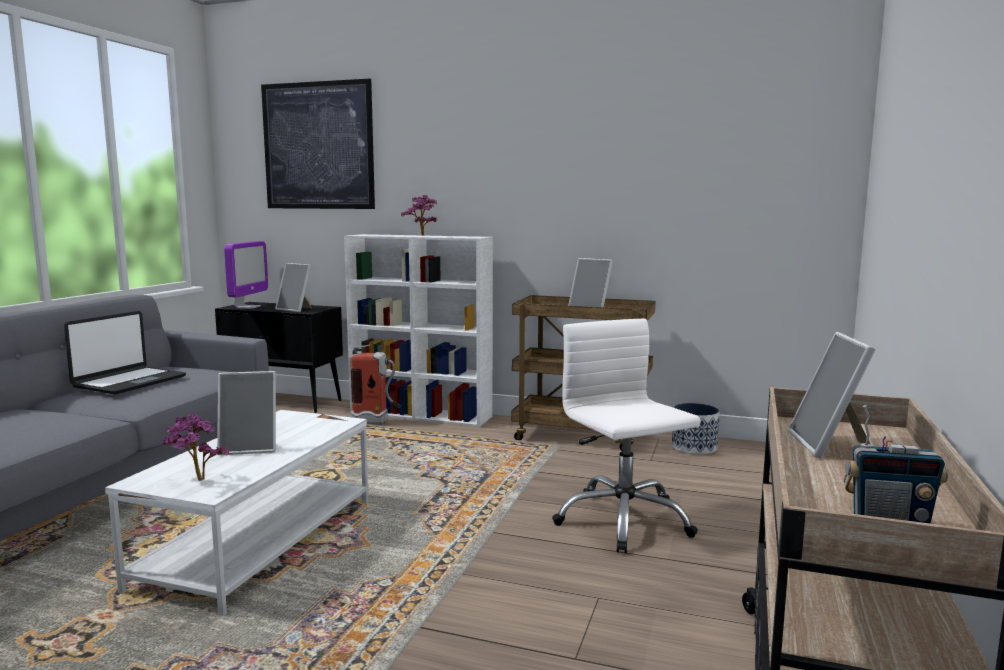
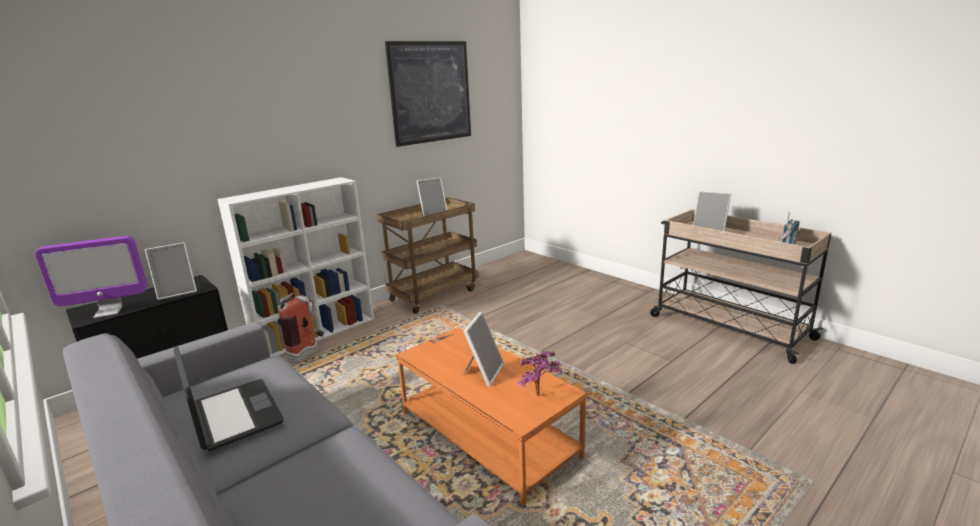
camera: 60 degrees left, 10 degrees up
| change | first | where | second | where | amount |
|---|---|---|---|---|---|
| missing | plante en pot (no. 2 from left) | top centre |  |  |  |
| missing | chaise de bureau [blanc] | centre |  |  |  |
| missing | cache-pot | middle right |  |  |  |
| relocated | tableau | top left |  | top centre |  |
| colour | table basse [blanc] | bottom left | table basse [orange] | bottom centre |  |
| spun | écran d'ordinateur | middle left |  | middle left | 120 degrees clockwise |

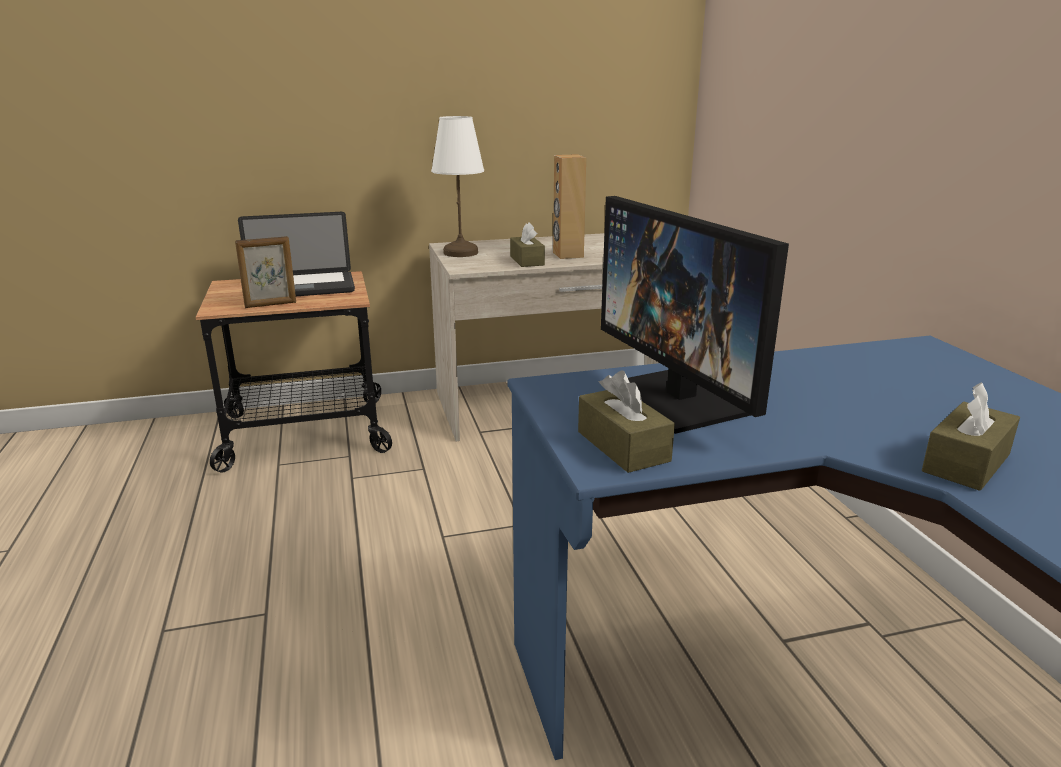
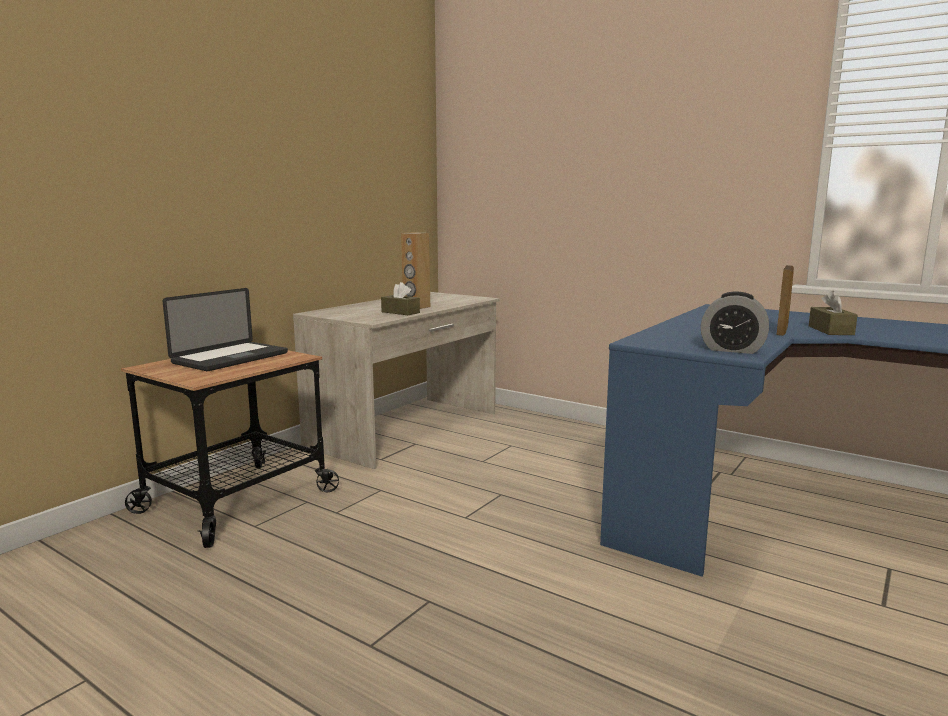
camera: 40 degrees left, 10 degrees down
| change | first | where | second | where | amount |
|---|---|---|---|---|---|
| missing | lampe de table [blanc] | top centre |  |  |  |
| missing | écran d'ordinateur | centre |  |  |  |
| relocated | cadre photo | middle left |  | middle right |  |
| exchanged | boîte à mouchoirs [marron] (no. 2 from left) | centre | réveil | middle right |  |

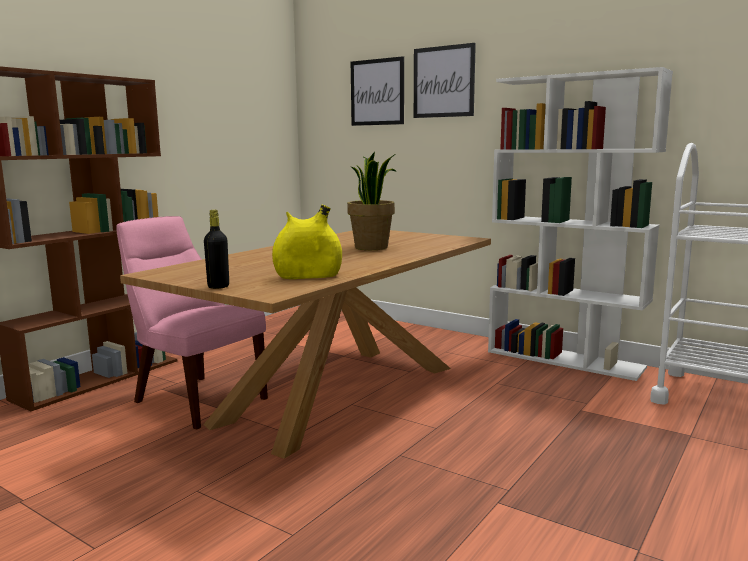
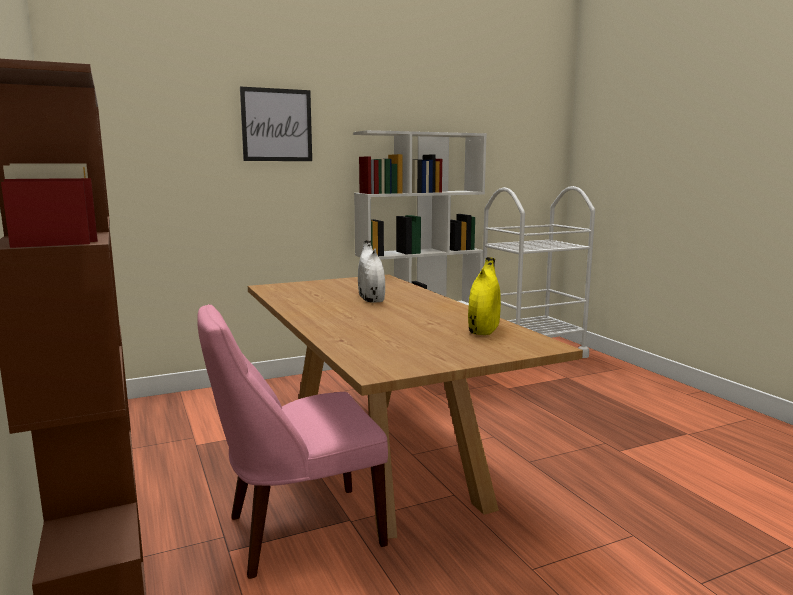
camera: 60 degrees left, 0 degrees up
| change | first | where | second | where | amount |
|---|---|---|---|---|---|
| missing | bouteille [noir] | middle left |  |  |  |
| missing | tableau (no. 1 from left) | top centre |  |  |  |
| exchanged | plante en pot | centre | vase [blanc] | centre |  |

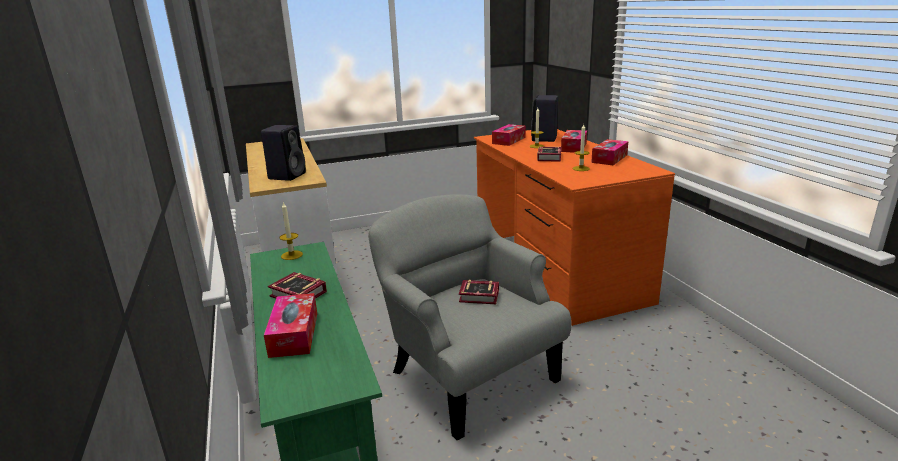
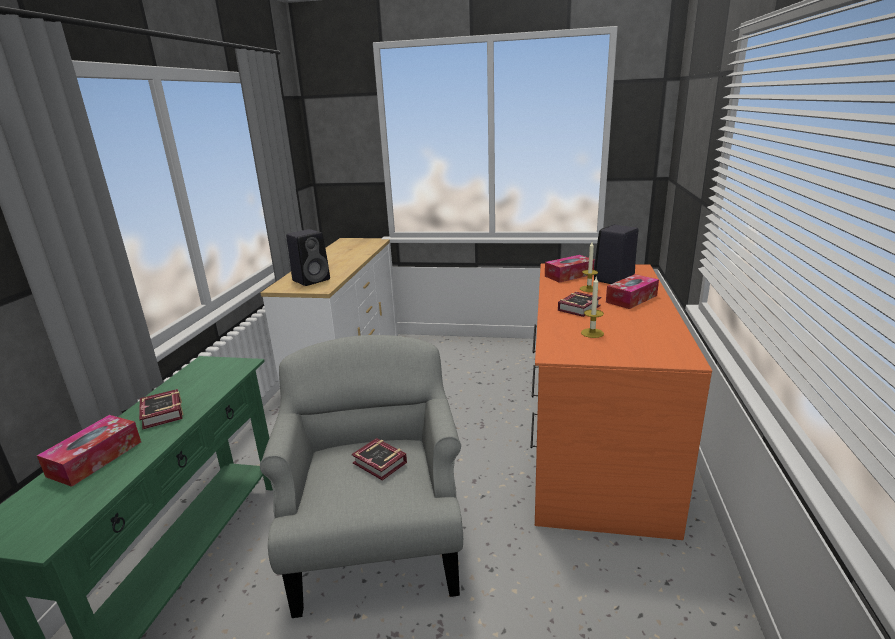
camera: 30 degrees right, 0 degrees up
| change | first | where | second | where | amount |
|---|---|---|---|---|---|
| missing | bougie (no. 1 from left) | middle left |  |  |  |
| missing | boîte à mouchoirs (no. 4 from left) | top right |  |  |  |

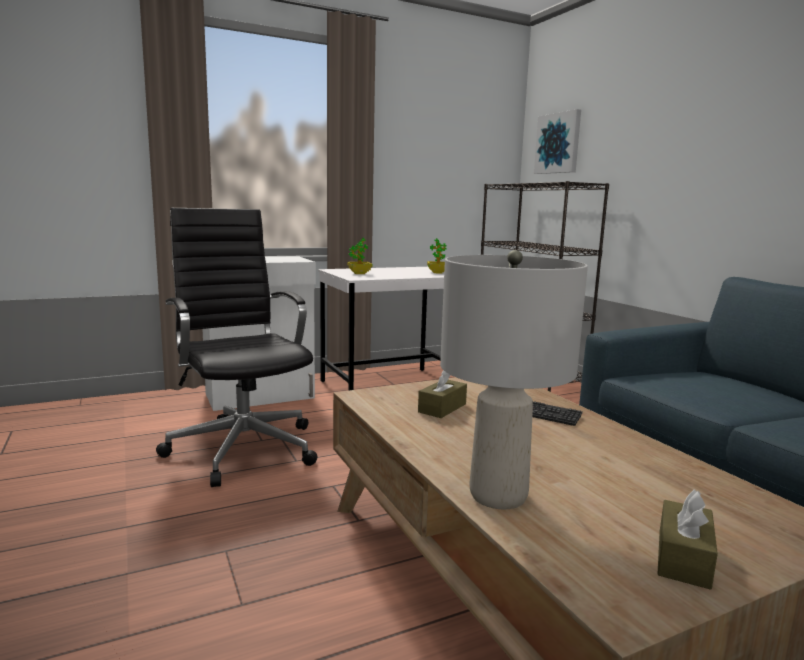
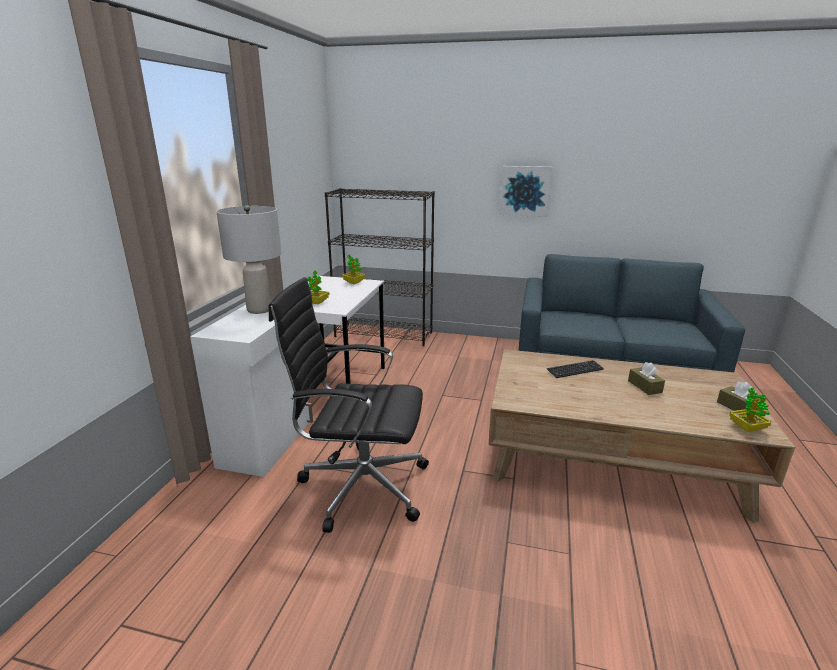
camera: 50 degrees left, 10 degrees up
| change | first | where | second | where | amount |
|---|---|---|---|---|---|
| appeared |  |  | plante en pot (no. 3 from left) | middle right |  |
| relocated | boîte à mouchoirs [marron] (no. 1 from left) | centre |  | middle right |  |
| relocated | lampe de table [gris] | centre |  | middle left |  |
| relocated | tableau | top right |  | top centre |  |

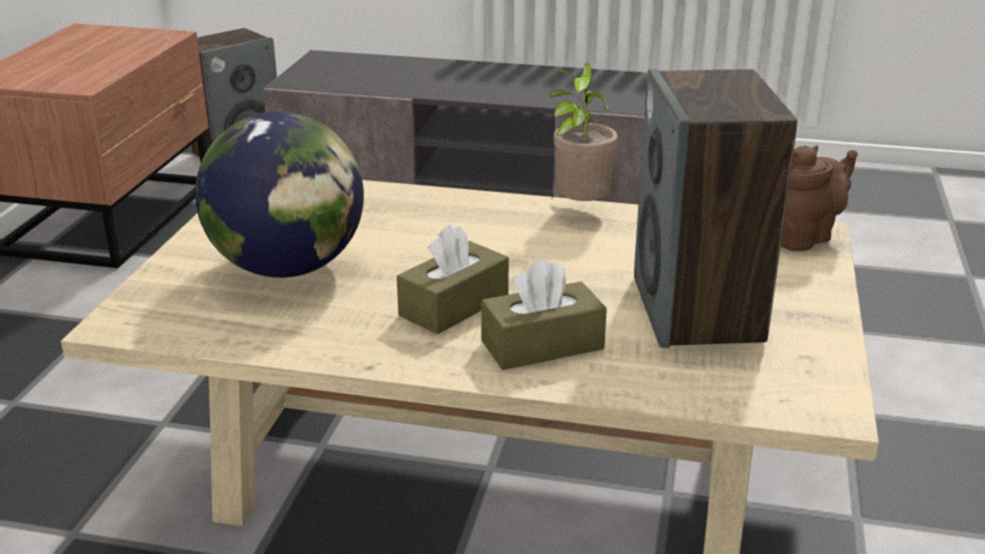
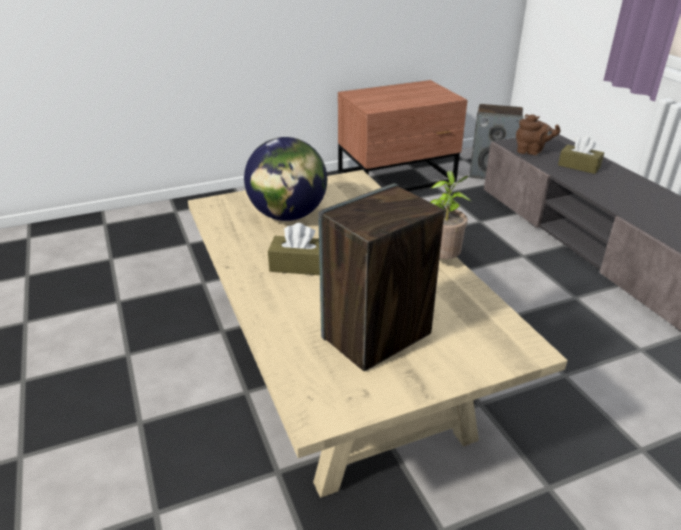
camera: 55 degrees right, 5 degrees up
| change | first | where | second | where | amount |
|---|---|---|---|---|---|
| relocated | boîte à mouchoirs [marron] (no. 2 from left) | centre |  | top right |  |
| relocated | théière [marron] | middle right |  | top right |  |

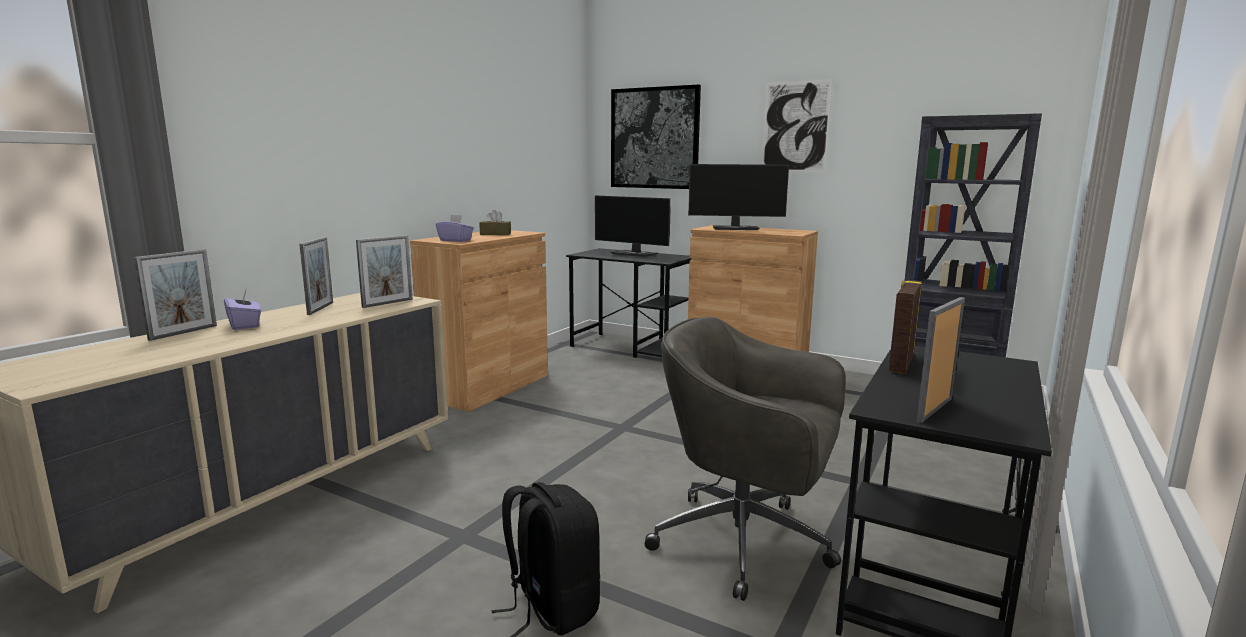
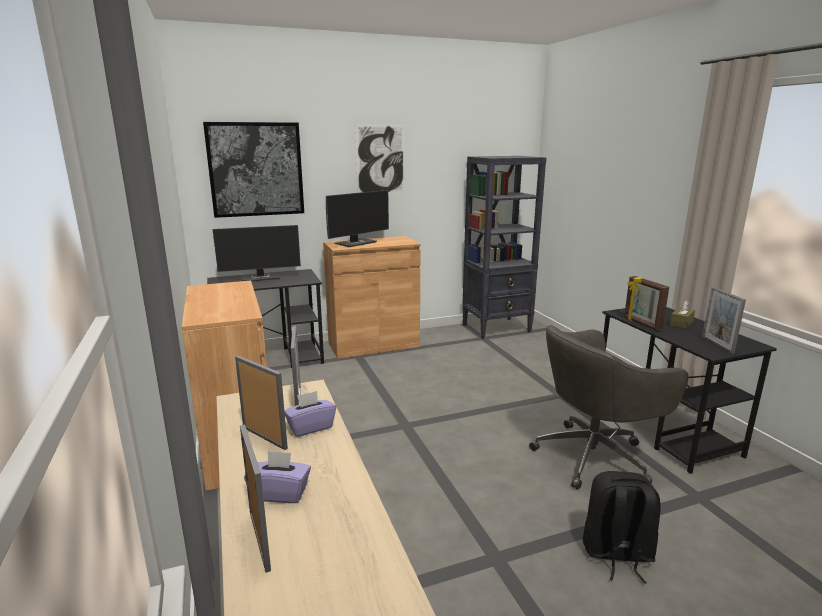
camera: 50 degrees left, 5 degrees up
| change | first | where | second | where | amount |
|---|---|---|---|---|---|
| relocated | boîte à mouchoirs [violet] (no. 2 from left) | centre |  | bottom centre |  |
| relocated | boîte à mouchoirs [marron] | centre |  | middle right |  |

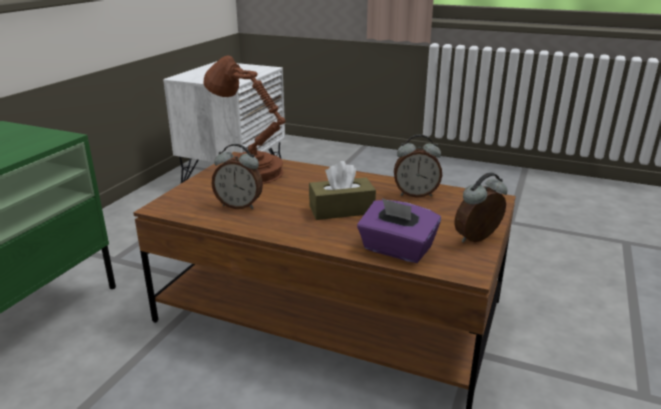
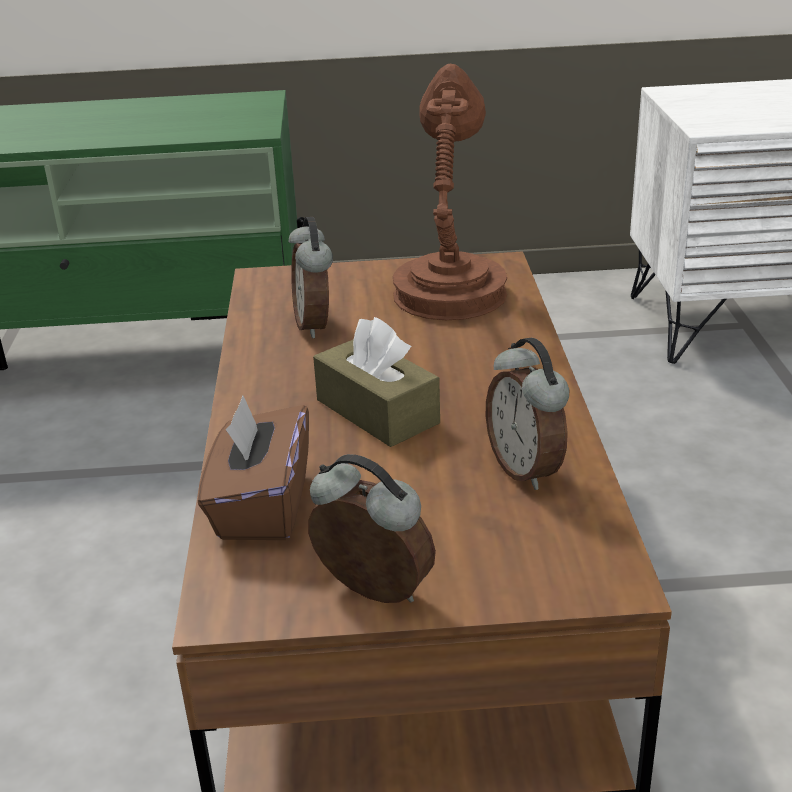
camera: 65 degrees right, 5 degrees up
| change | first | where | second | where | amount |
|---|---|---|---|---|---|
| colour | boîte à mouchoirs [violet] | centre | boîte à mouchoirs [marron] (no. 1 from left) | middle left |  |

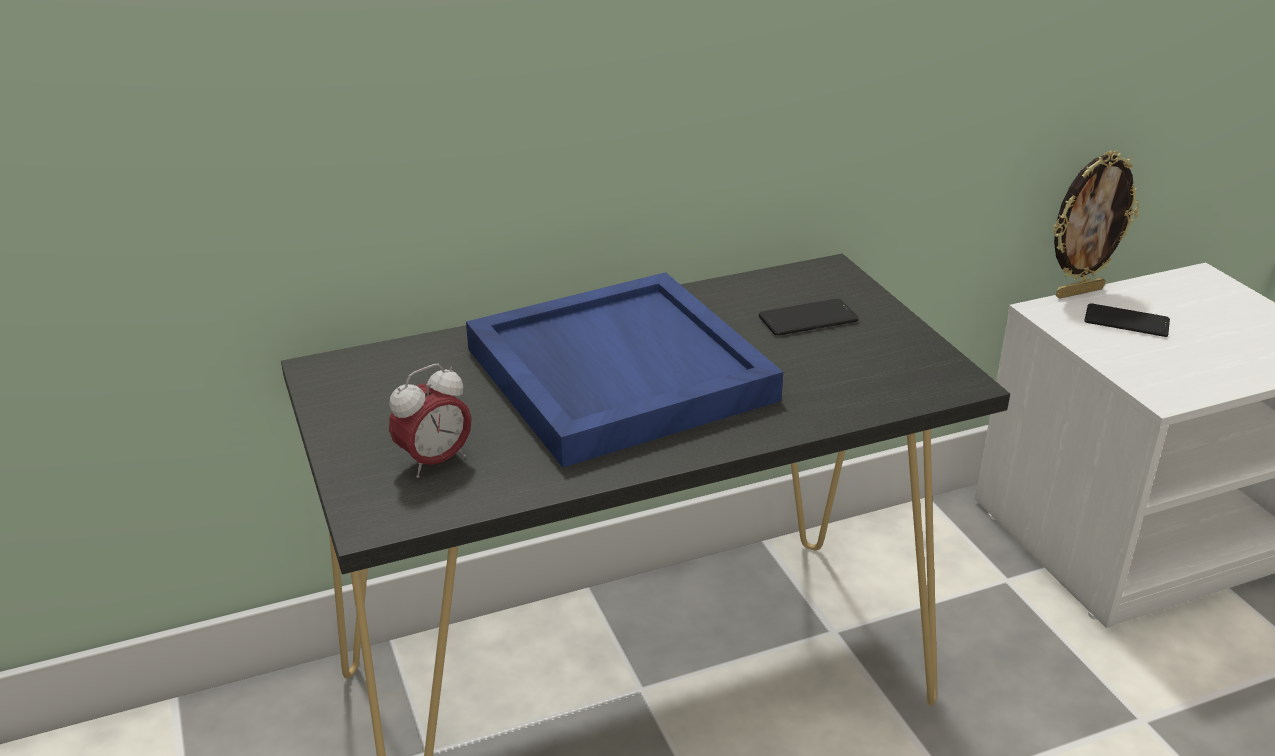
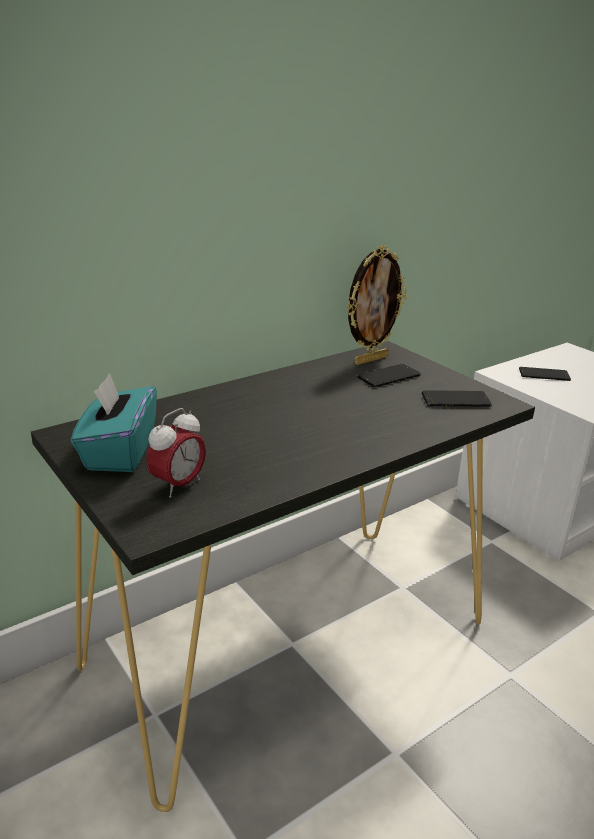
camera: 15 degrees left, 5 degrees down
| change | first | where | second | where | amount |
|---|---|---|---|---|---|
| missing | plateau [bleu] | centre |  |  |  |
| appeared |  |  | boîte à mouchoirs [turquoise] | middle left |  |
| appeared |  |  | téléphone (no. 2 from left) | middle right |  |
| relocated | cadre photo | top right |  | centre |  |

